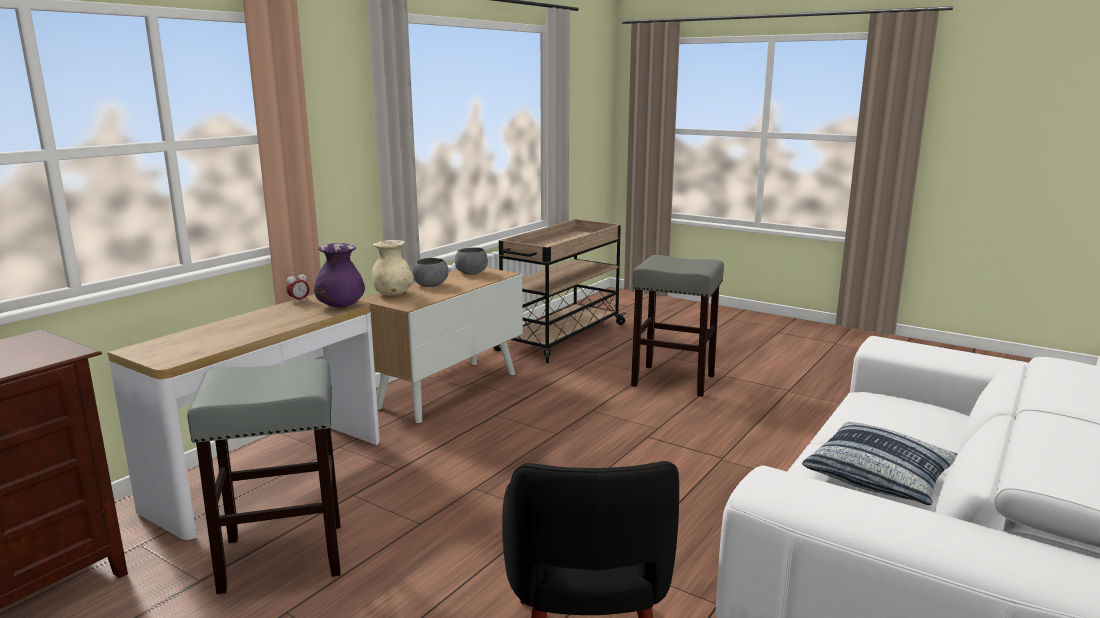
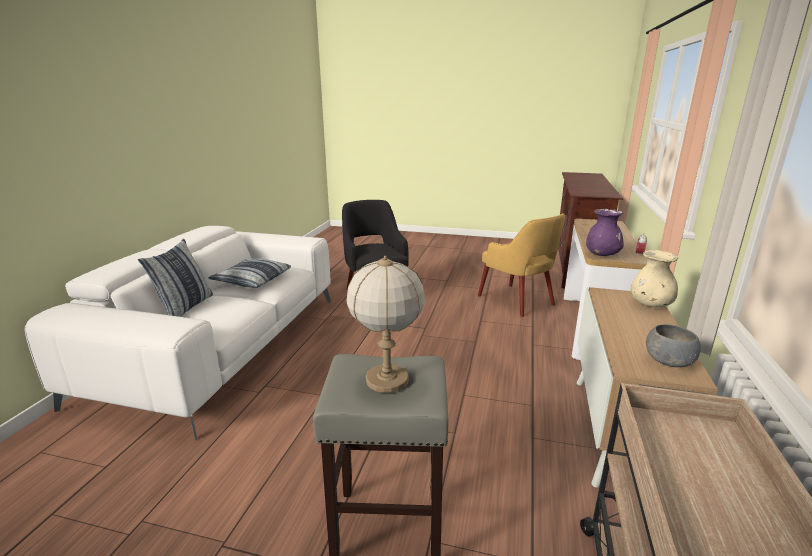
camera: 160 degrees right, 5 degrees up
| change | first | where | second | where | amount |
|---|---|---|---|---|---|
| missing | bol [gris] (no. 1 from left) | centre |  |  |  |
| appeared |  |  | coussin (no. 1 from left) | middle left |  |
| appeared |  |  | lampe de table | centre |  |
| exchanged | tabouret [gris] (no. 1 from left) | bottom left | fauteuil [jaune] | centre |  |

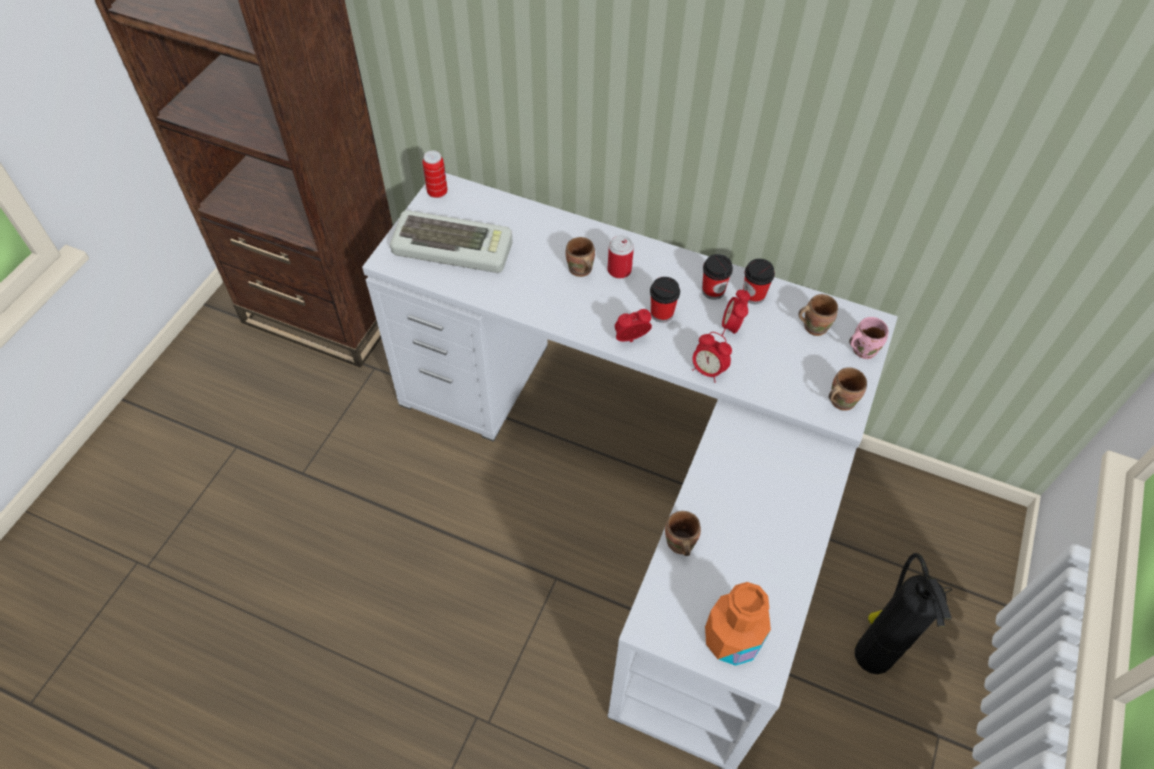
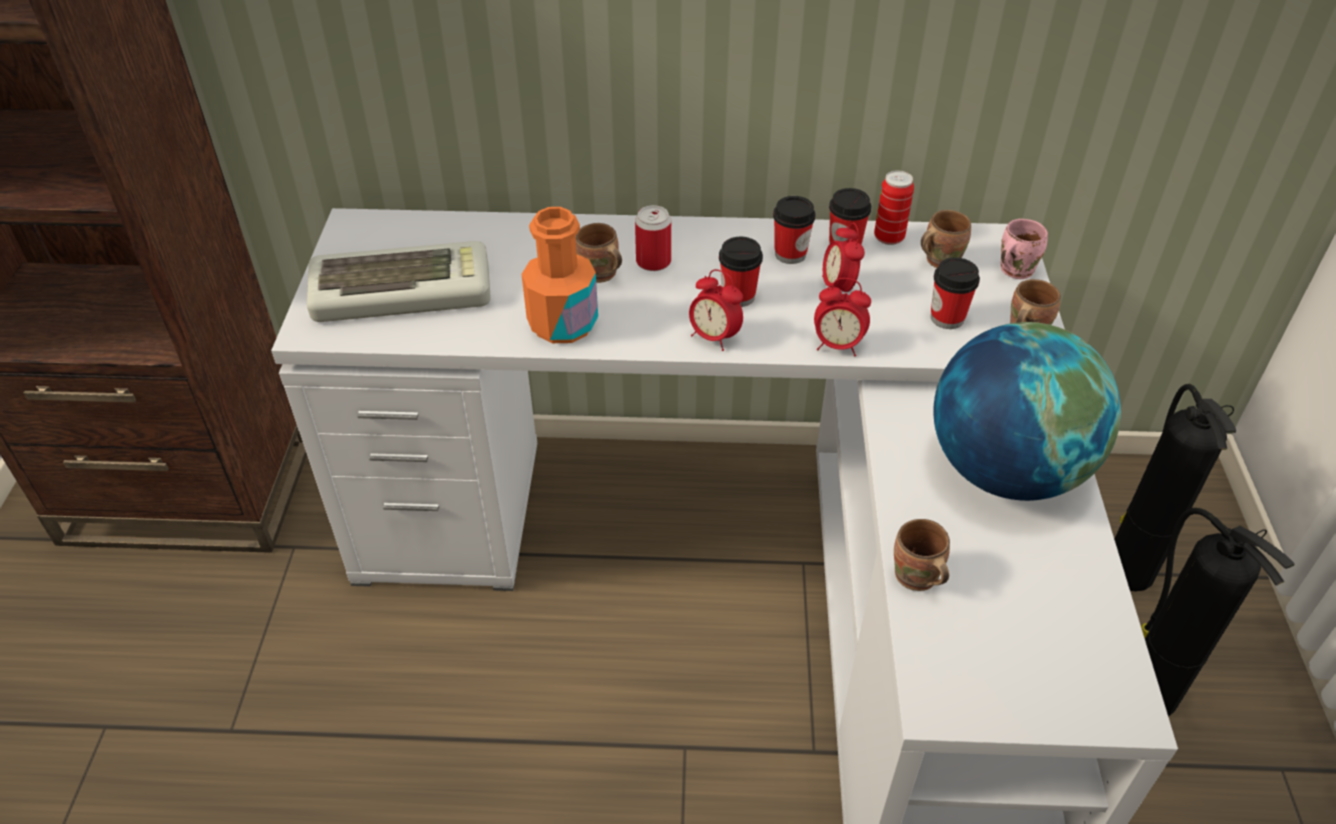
camera: 20 degrees left, 10 degrees down
| change | first | where | second | where | amount |
|---|---|---|---|---|---|
| appeared |  |  | tasse (no. 4 from left) | middle right |  |
| appeared |  |  | globe | middle right |  |
| appeared |  |  | extincteur (no. 1 from left) | middle right |  |
| relocated | boîte métallique (no. 1 from left in the first image) | top centre | boîte métallique (no. 2 from left) | top right |  |
| relocated | bouteille [orange] | bottom centre |  | centre |  |
| spun | réveil (no. 1 from left) | centre |  | centre | 105 degrees counterclockwise |

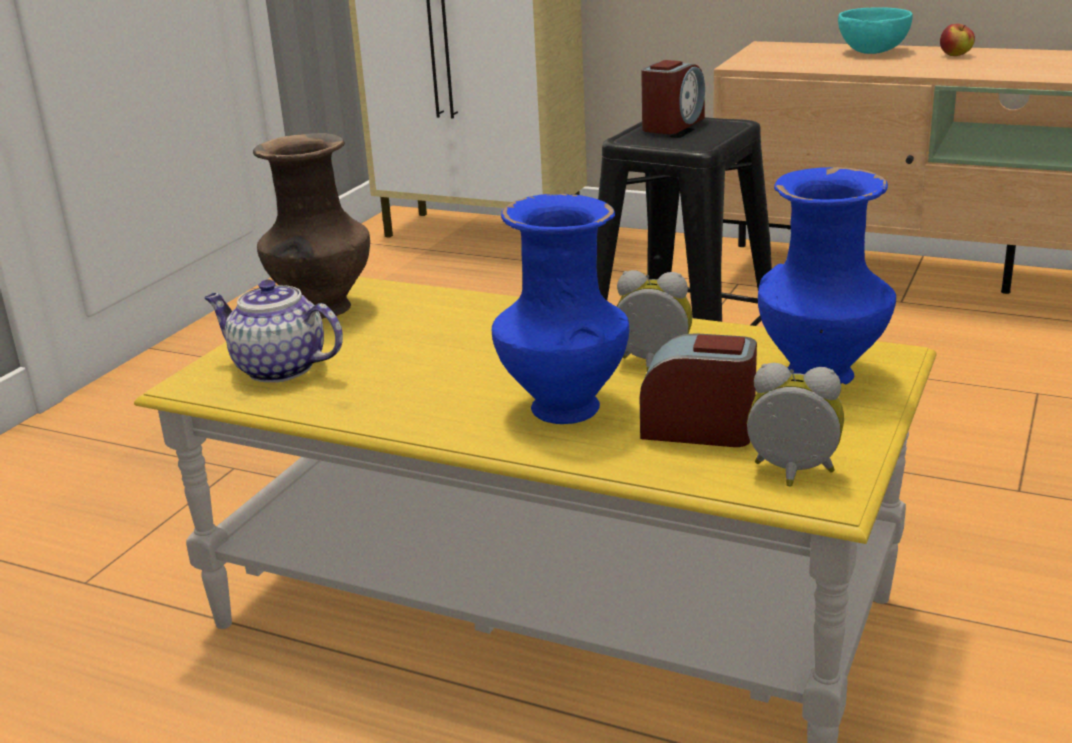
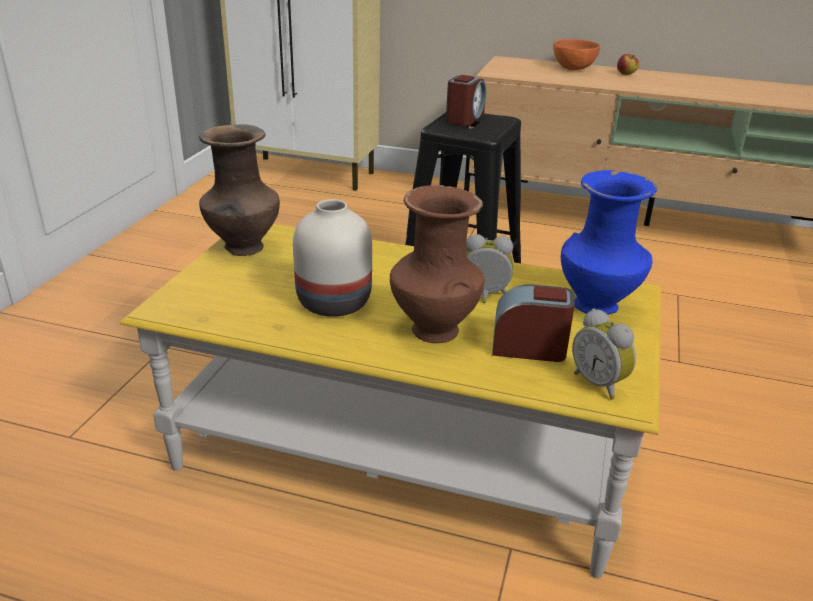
camera: 10 degrees left, 5 degrees up
| change | first | where | second | where | amount |
|---|---|---|---|---|---|
| missing | théière | middle left |  |  |  |
| appeared |  |  | vase [blanc] | centre |  |
| colour | vase [bleu] (no. 1 from left) | centre | vase [marron] (no. 2 from left) | centre |  |
| colour | bol [turquoise] | top right | bol [orange] | top right |  |
| spun | réveil (no. 4 from left) | middle right |  | middle right | 135 degrees counterclockwise |

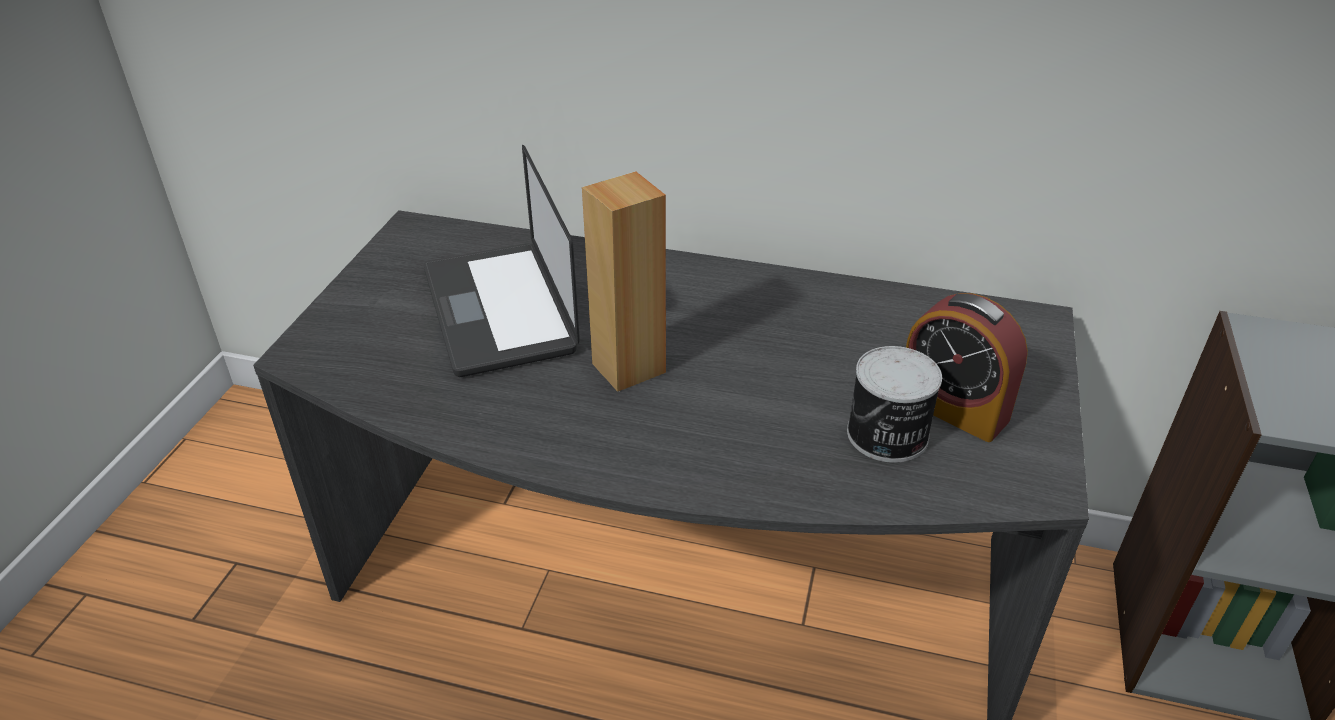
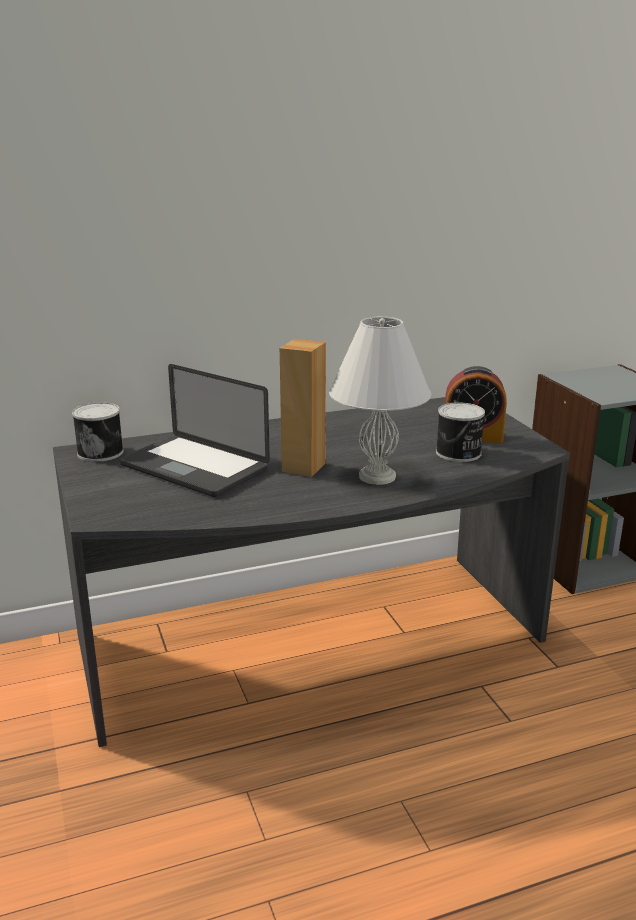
camera: 35 degrees left, 15 degrees down
| change | first | where | second | where | amount |
|---|---|---|---|---|---|
| appeared |  |  | boîte métallique (no. 1 from left) | middle left |  |
| appeared |  |  | lampe de table [blanc] | centre |  |

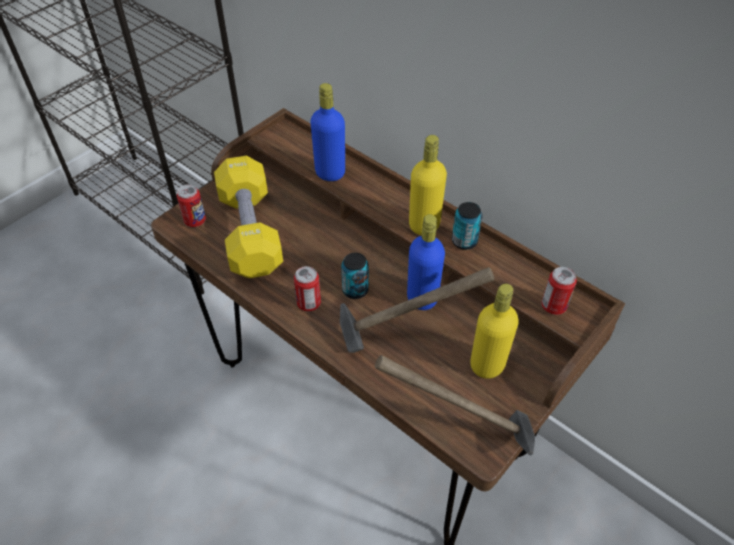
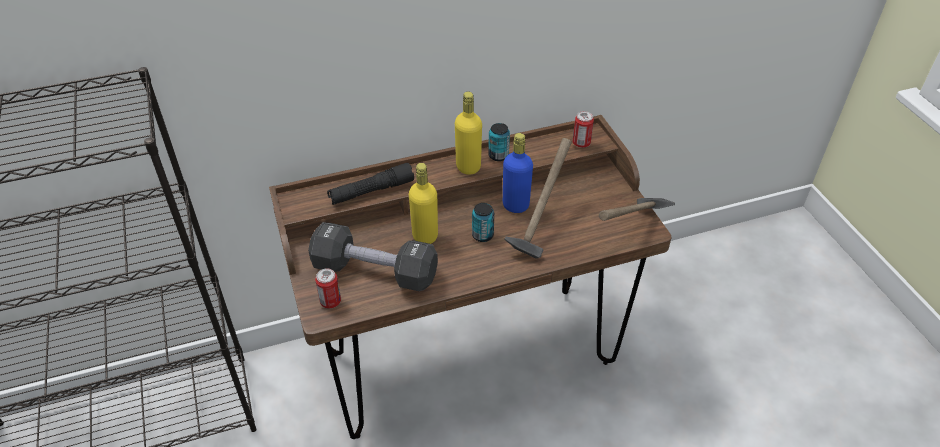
camera: 60 degrees left, 5 degrees down
| change | first | where | second | where | amount |
|---|---|---|---|---|---|
| missing | boîte métallique (no. 2 from left) | centre |  |  |  |
| relocated | bouteille [jaune] (no. 2 from left in the first image) | middle right | bouteille [jaune] (no. 1 from left) | centre |  |
| exchanged | bouteille [bleu] (no. 1 from left) | top centre | lampe de poche [noir] | centre |  |
| colour | haltère [jaune] | centre | haltère [noir] | centre |  |

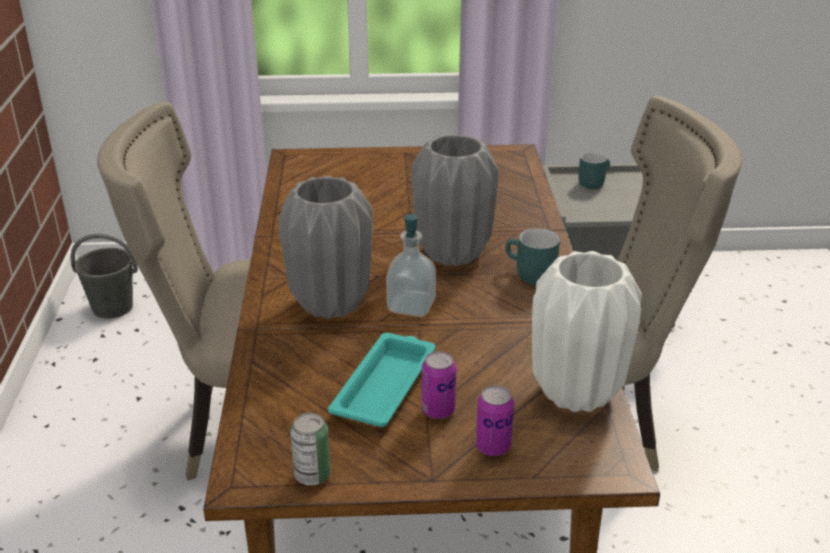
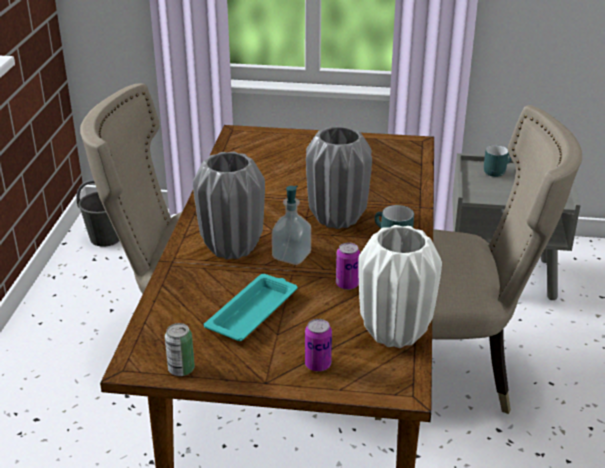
camera: 10 degrees right, 0 degrees up
| change | first | where | second | where | amount |
|---|---|---|---|---|---|
| relocated | boîte métallique (no. 2 from left in the first image) | bottom centre | boîte métallique (no. 3 from left) | centre |  |

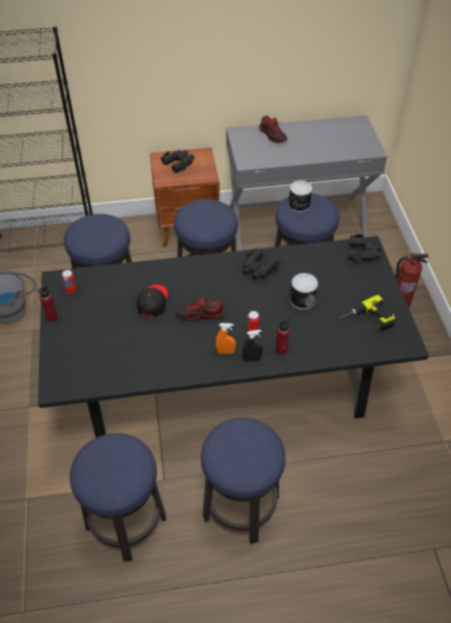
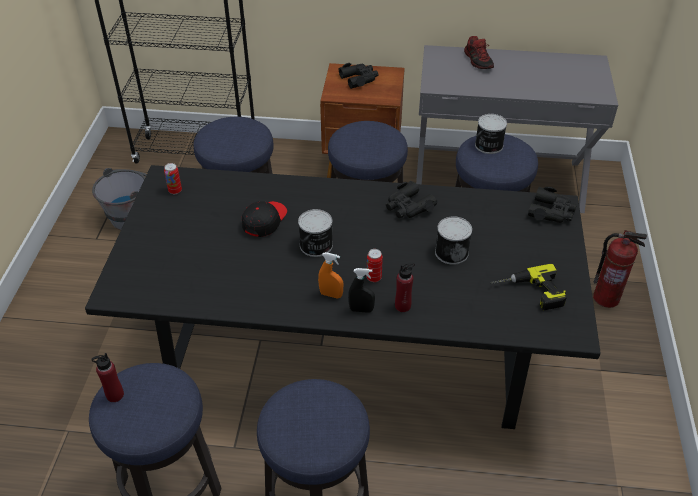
camera: 15 degrees right, 5 degrees down
| change | first | where | second | where | amount |
|---|---|---|---|---|---|
| relocated | bouteille [rouge] (no. 1 from left) | middle left |  | bottom left |  |
| exchanged | chaussure (no. 1 from left) | centre | boîte métallique (no. 2 from left) | centre |  |

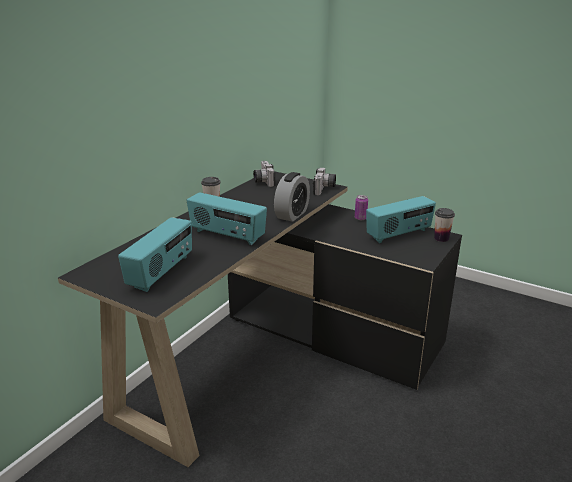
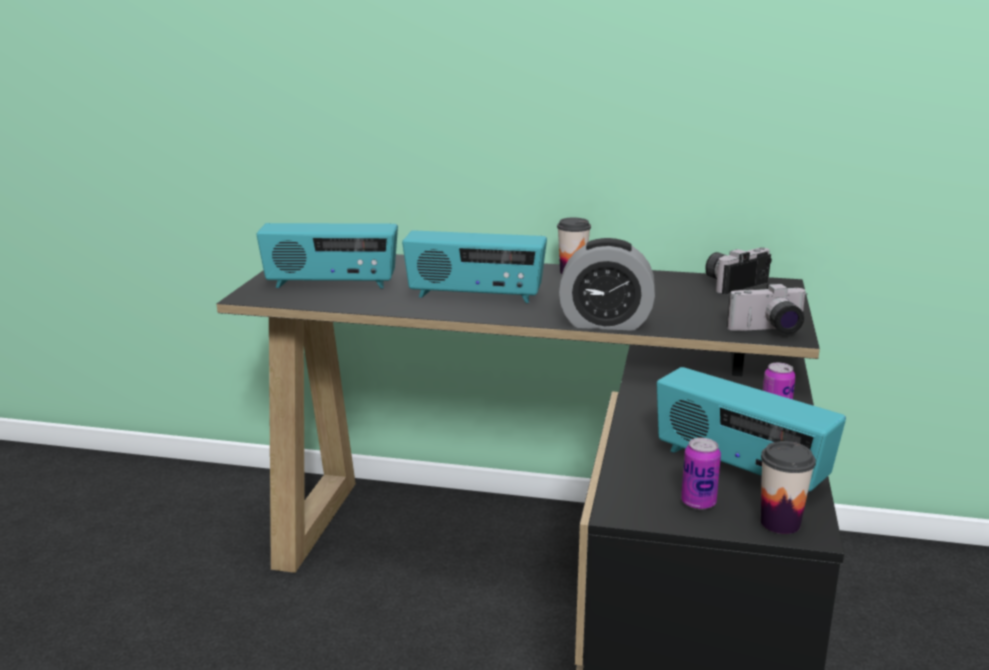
camera: 70 degrees right, 5 degrees down
| change | first | where | second | where | amount |
|---|---|---|---|---|---|
| appeared |  |  | boîte métallique (no. 1 from left) | bottom right |  |
| spun | radio (no. 2 from left) | centre |  | centre | 90 degrees counterclockwise |

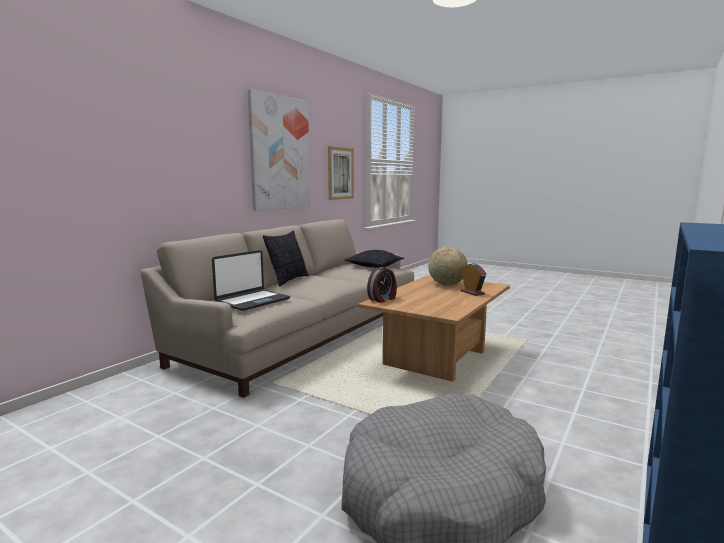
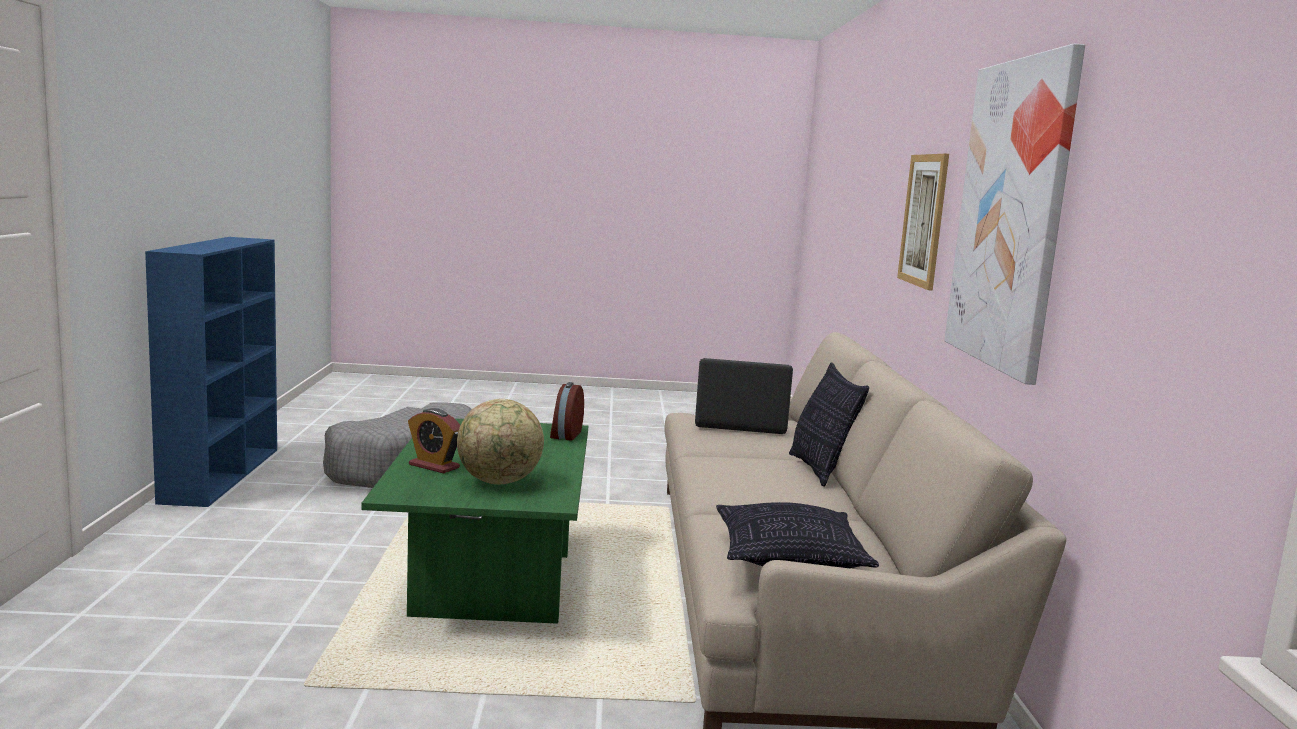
camera: 145 degrees right, 0 degrees up
| change | first | where | second | where | amount |
|---|---|---|---|---|---|
| relocated | tableau (no. 2 from left in the first image) | top centre | tableau (no. 1 from left) | top right |  |
| colour | table basse [marron] | centre | table basse [vert] | bottom centre |  |
| spun | ordinateur portable | centre |  | centre | 90 degrees clockwise |

